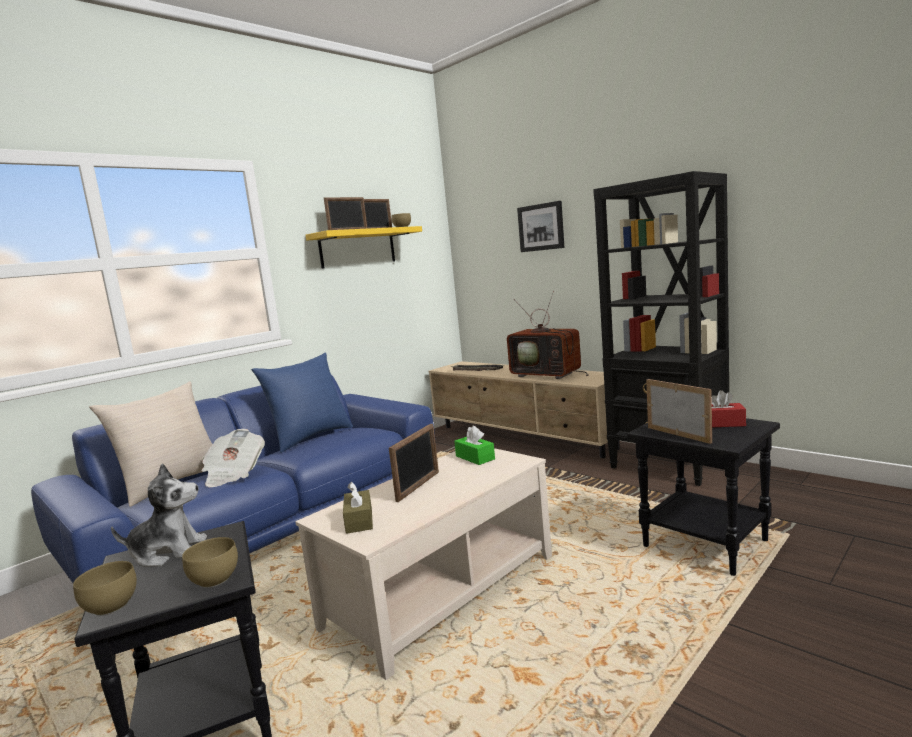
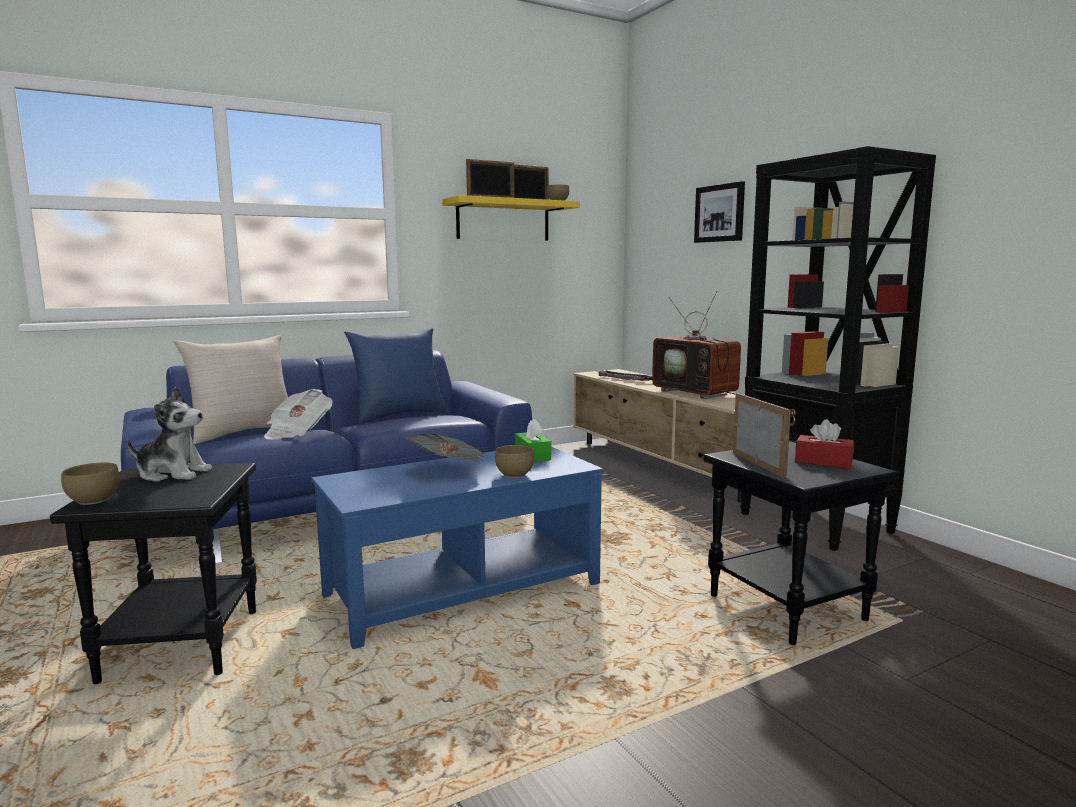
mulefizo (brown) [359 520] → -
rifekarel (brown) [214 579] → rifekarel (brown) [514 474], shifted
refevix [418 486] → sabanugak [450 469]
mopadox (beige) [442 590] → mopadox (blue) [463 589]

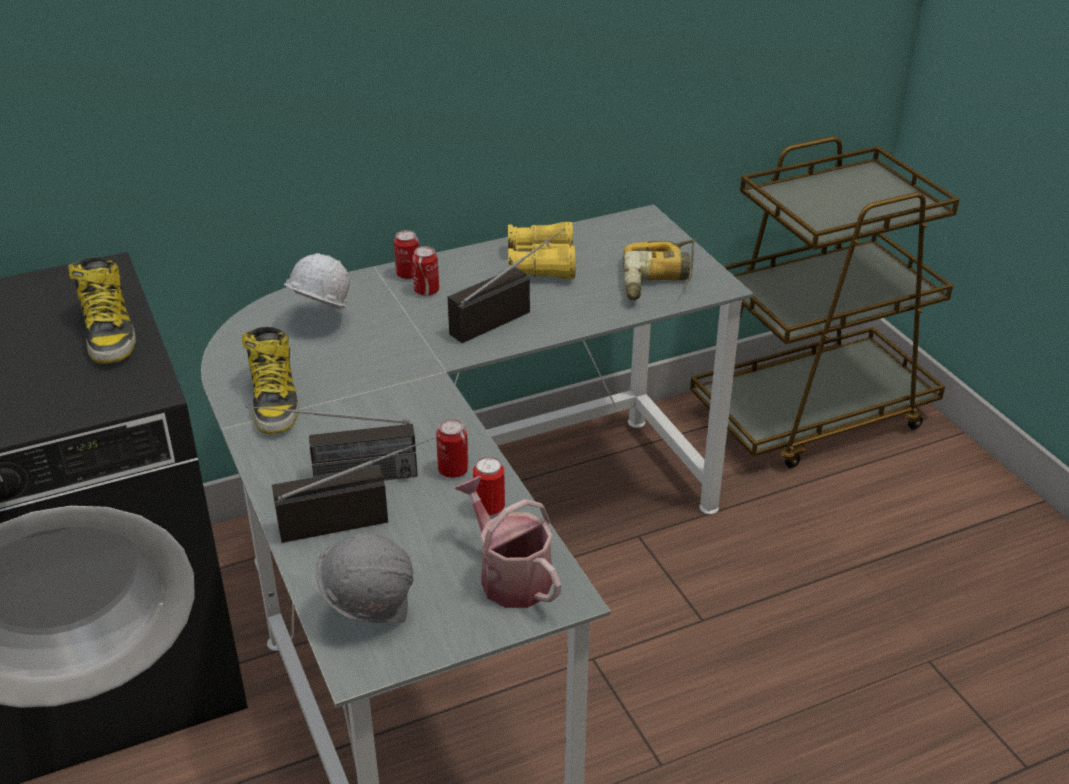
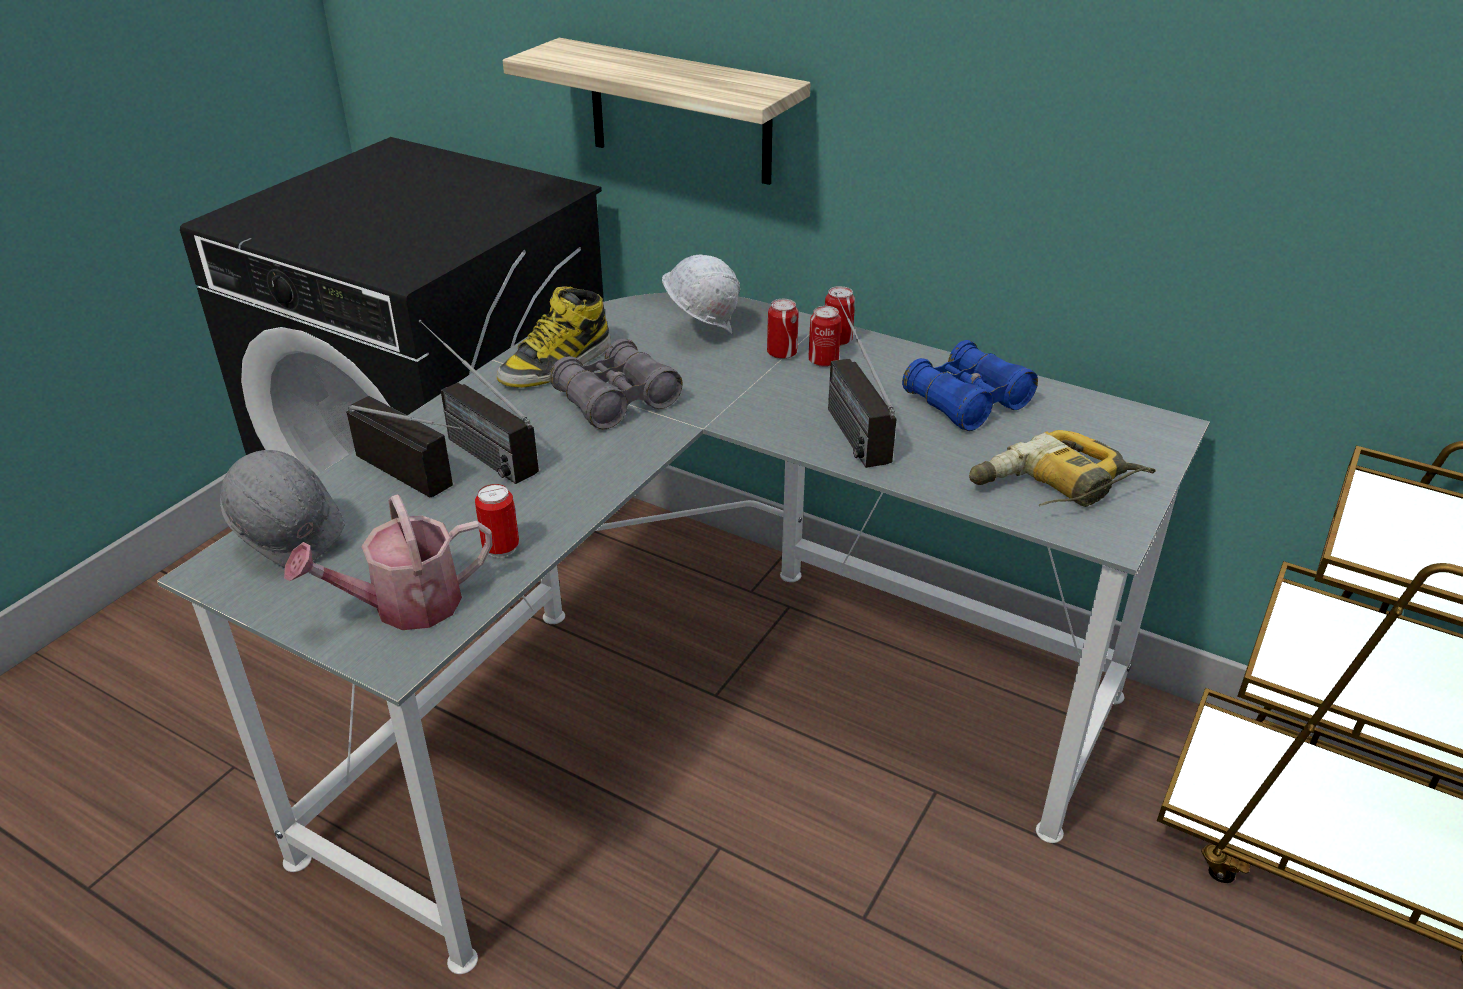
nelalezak [108 332] → -
- → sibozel [679 112]
- → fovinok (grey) [616 400]
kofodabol [453 470] → kofodabol [782 353], shifted
fovinok (yellow) [541 264] → fovinok (blue) [967 402]
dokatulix [506 314] → dokatulix [845 420], 120 degrees counterclockwise
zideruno [509 576] → zideruno [404 606], 135 degrees counterclockwise

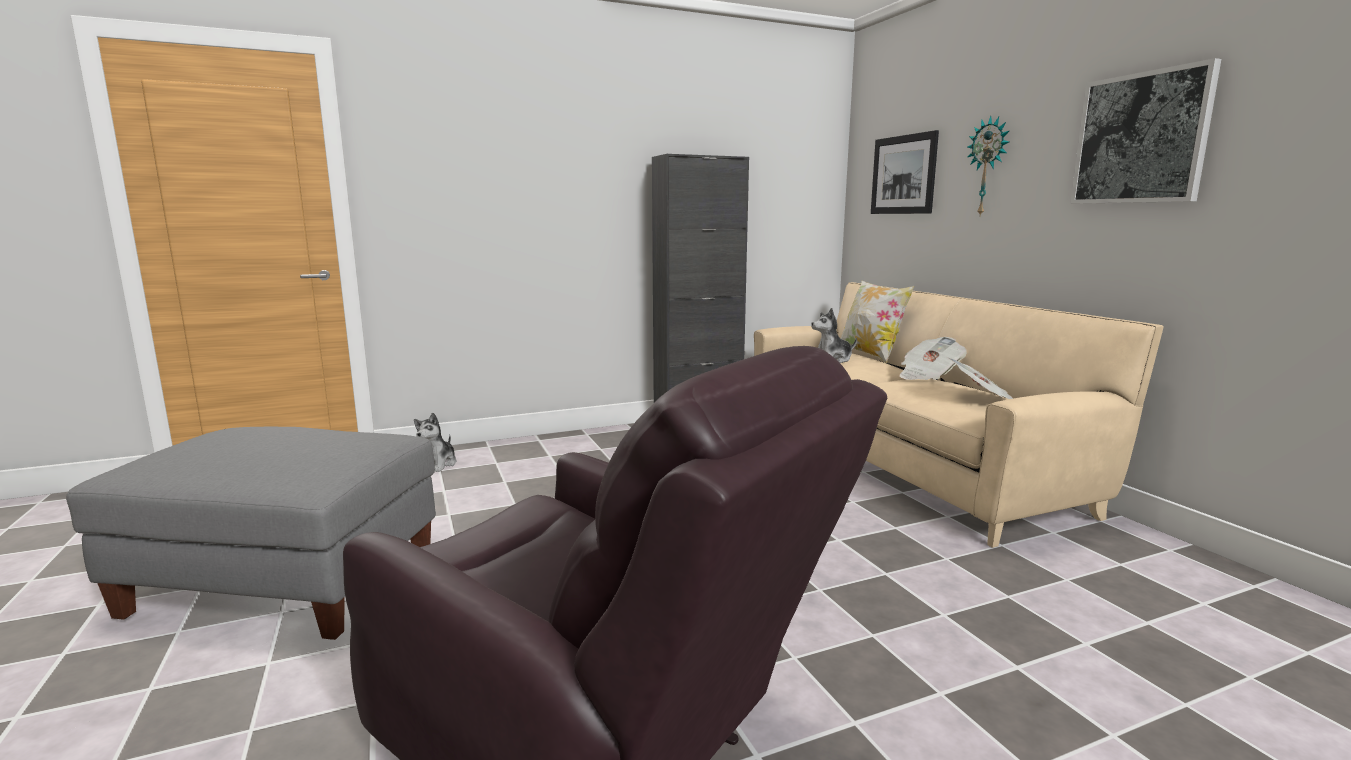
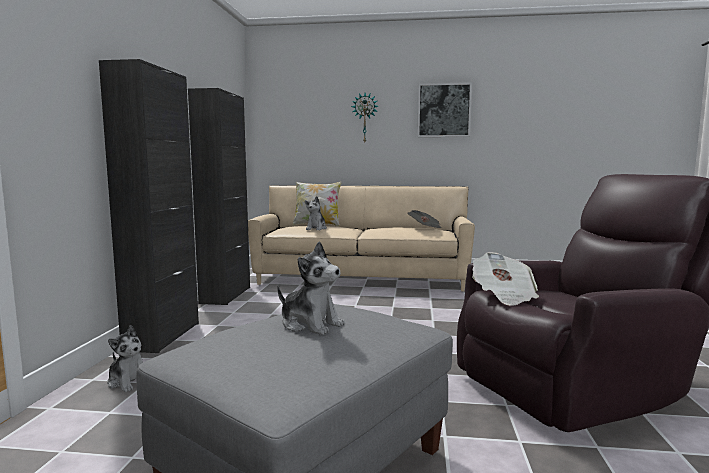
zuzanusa [903 175] → -
- → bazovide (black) [162 336]
- → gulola [310 324]
sabanugak [928 376] → sabanugak [503 296], shifted

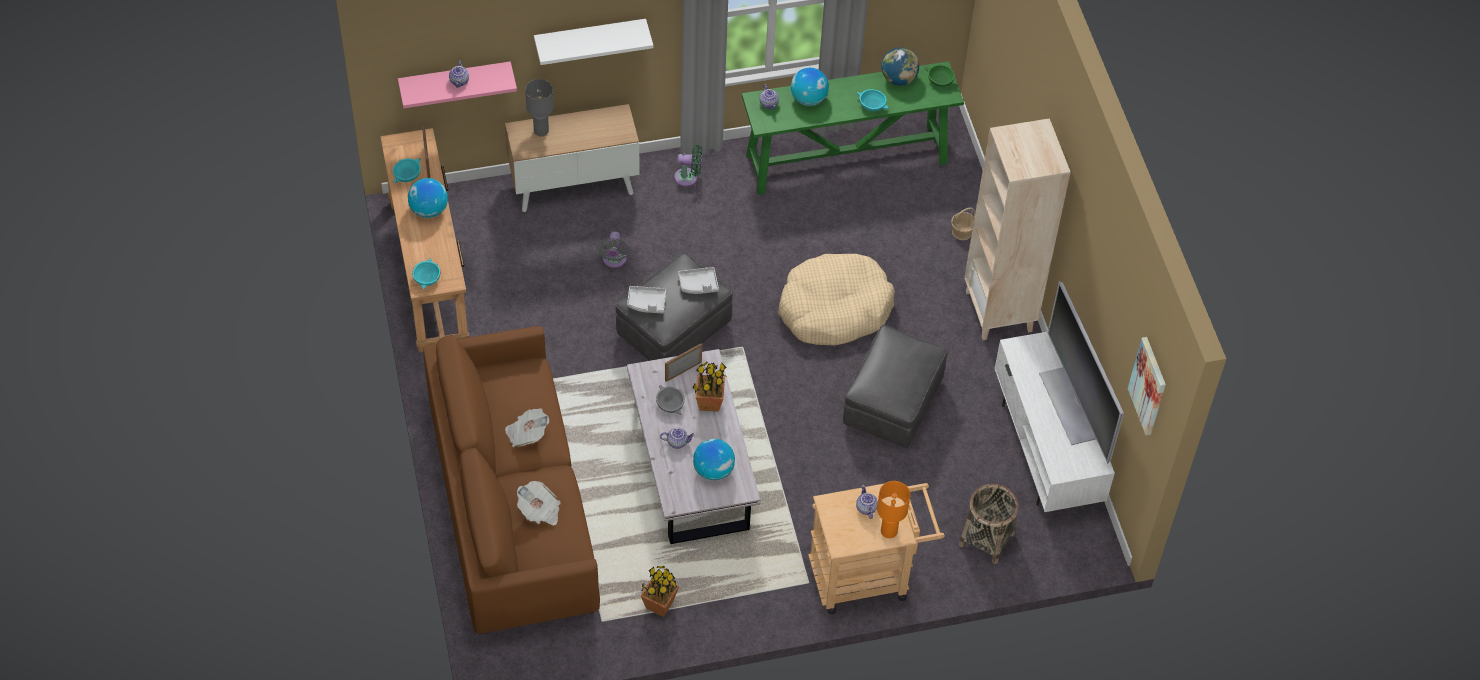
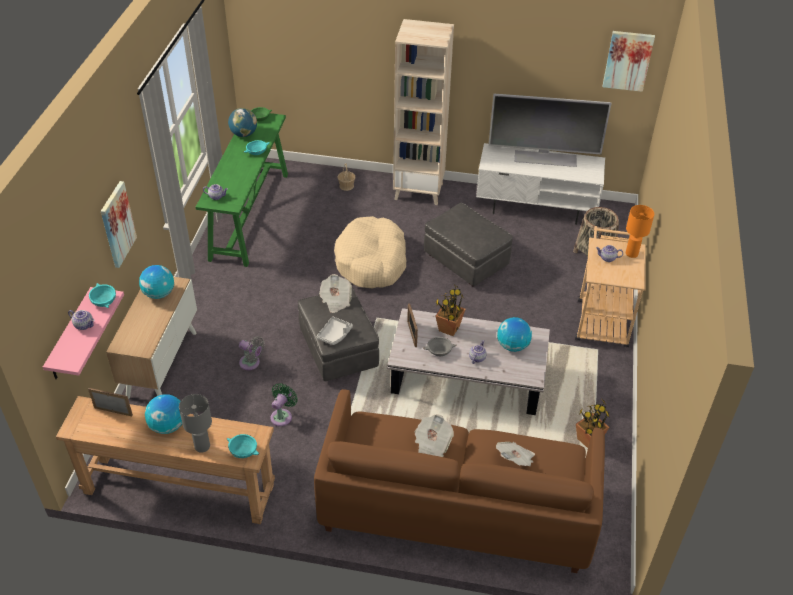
rifekarel (turquoise) [407 175] → rifekarel (turquoise) [104 300], shifted
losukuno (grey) [541 131] → losukuno (grey) [202 446], shifted
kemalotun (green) [688 177] → kemalotun (green) [282 416], shifted
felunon [808 99] → felunon [159 294], shifted
sibozel (white) [590 37] → zuzanusa [117 224]
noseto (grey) [698 284] → sabanugak [336 300]

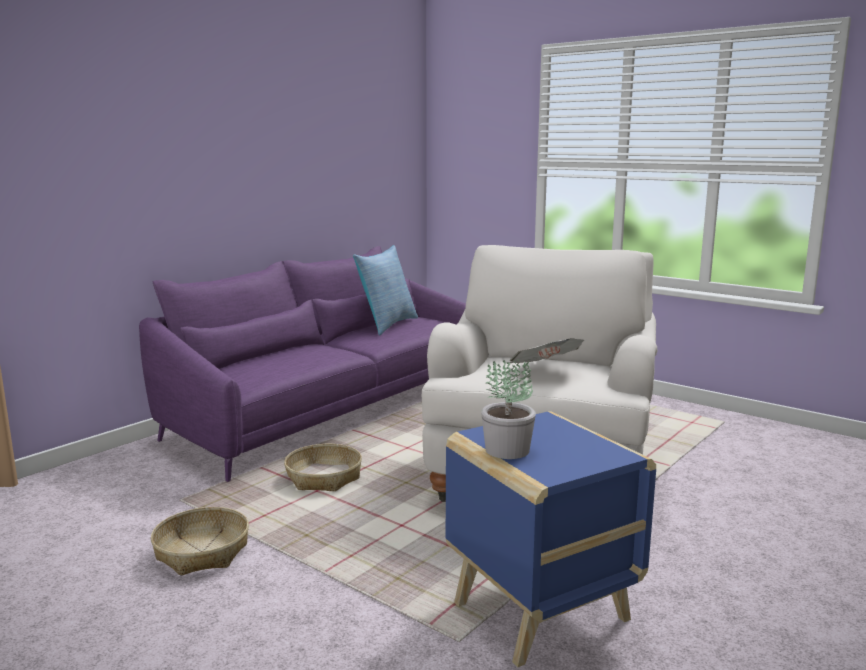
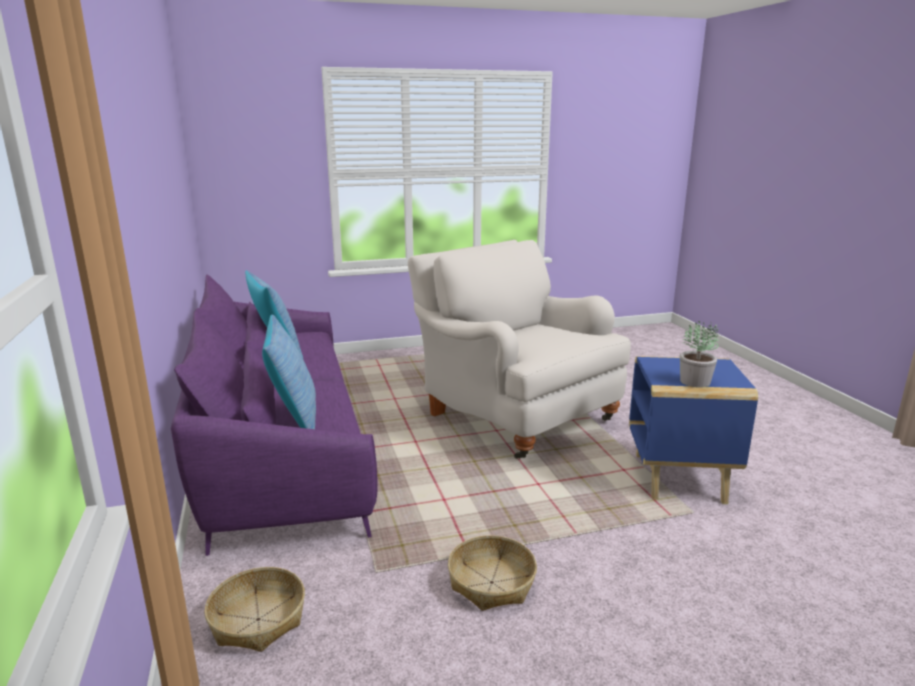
sabanugak [544 371] → -
- → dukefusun [294 422]
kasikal [324 478] → kasikal [258 619], shifted

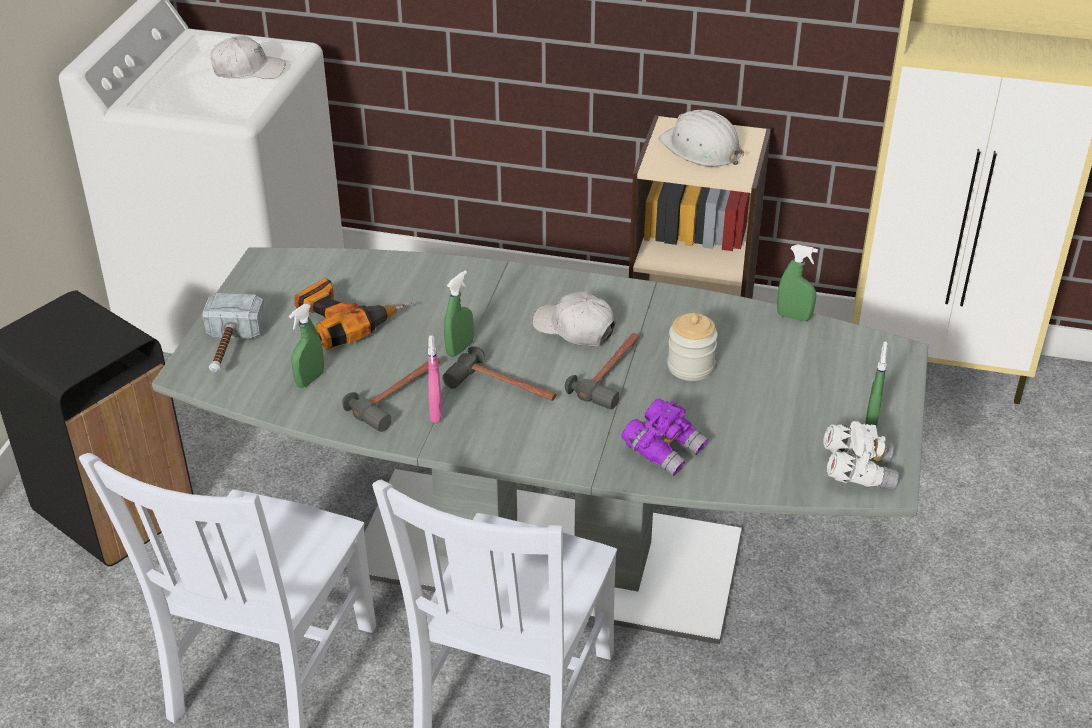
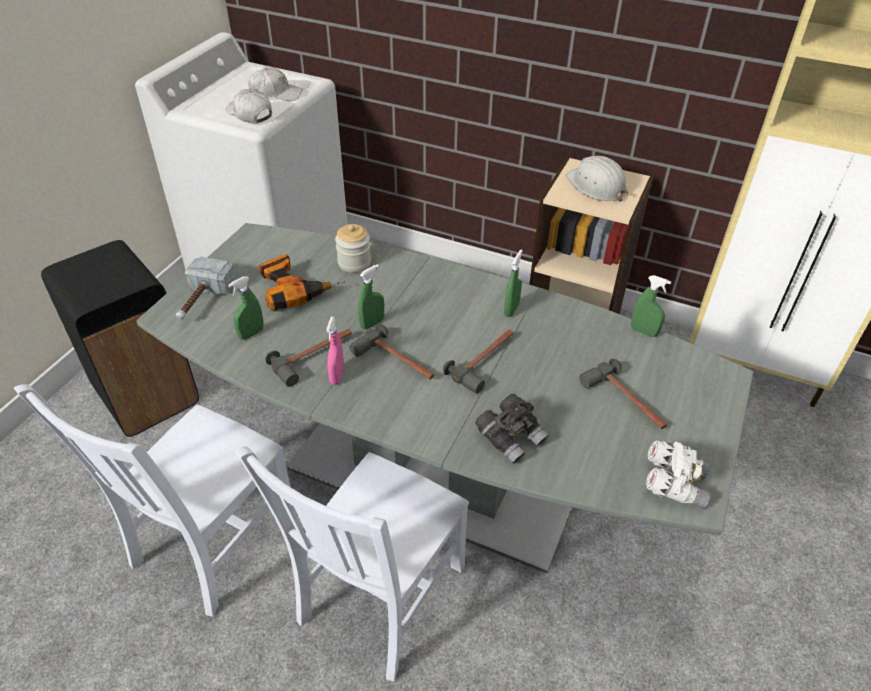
- → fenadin [626 402]
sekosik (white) [574 329] → sekosik (white) [249 114], shifted
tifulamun [690 367] → tifulamun [354 263], shifted
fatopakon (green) [871 424] → fatopakon (green) [511 310], shifted
fovinok (purple) [664 450] → fovinok (grey) [511 437]

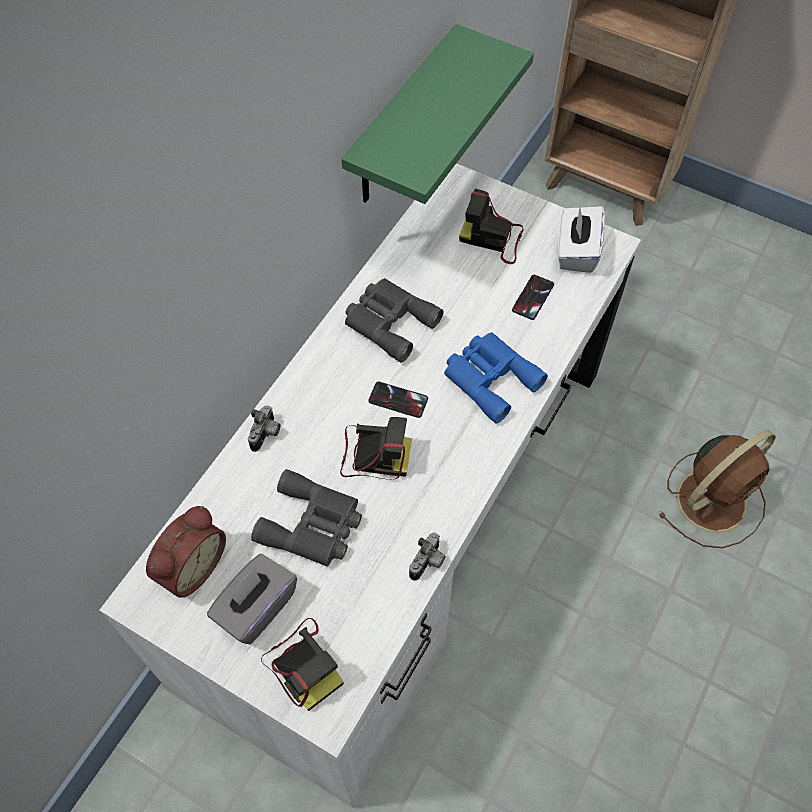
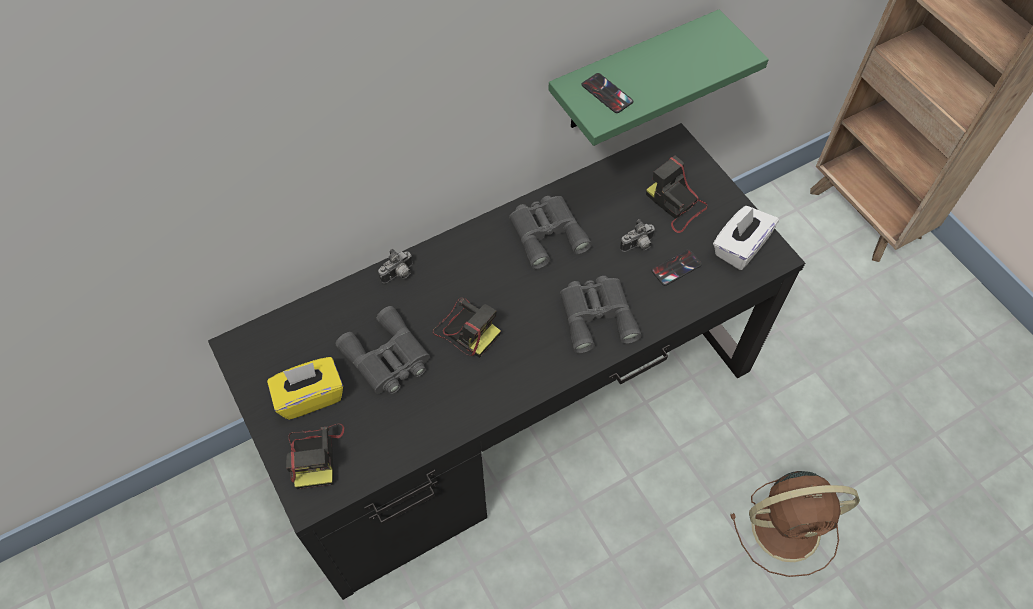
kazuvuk [190 566] → -
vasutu [398 400] → vasutu [607 93], shifted
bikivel [428 563] → bikivel [638 246], shifted
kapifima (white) [402 520] → kapifima (black) [514 405]
mulefizo (grey) [256 607] → mulefizo (yellow) [310 396]
fovinok (blue) [489 377] → fovinok (grey) [596 314]

